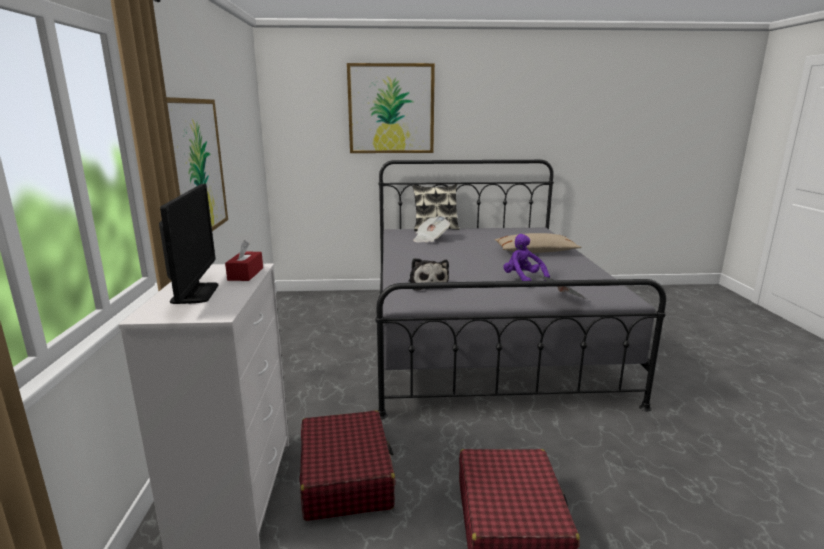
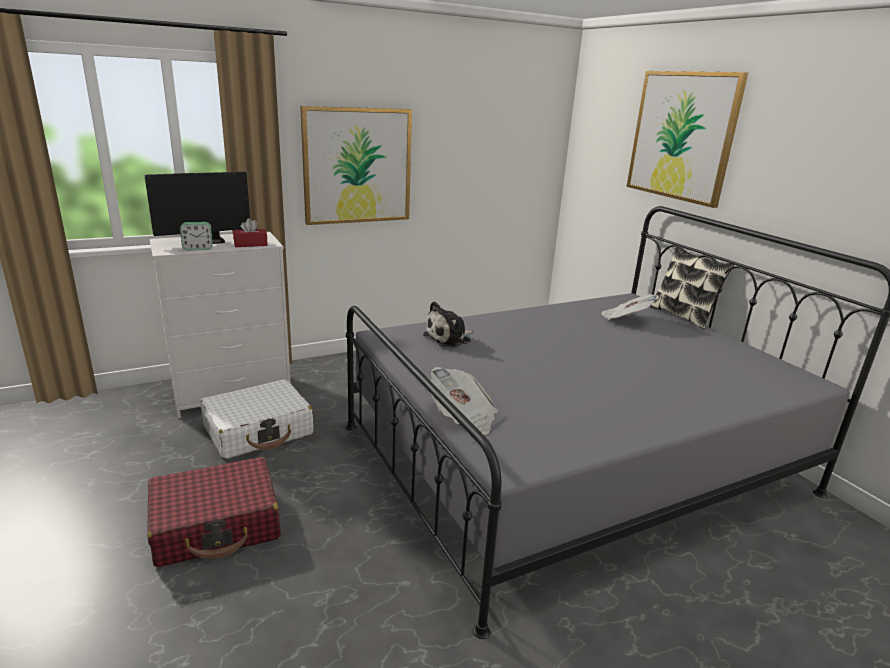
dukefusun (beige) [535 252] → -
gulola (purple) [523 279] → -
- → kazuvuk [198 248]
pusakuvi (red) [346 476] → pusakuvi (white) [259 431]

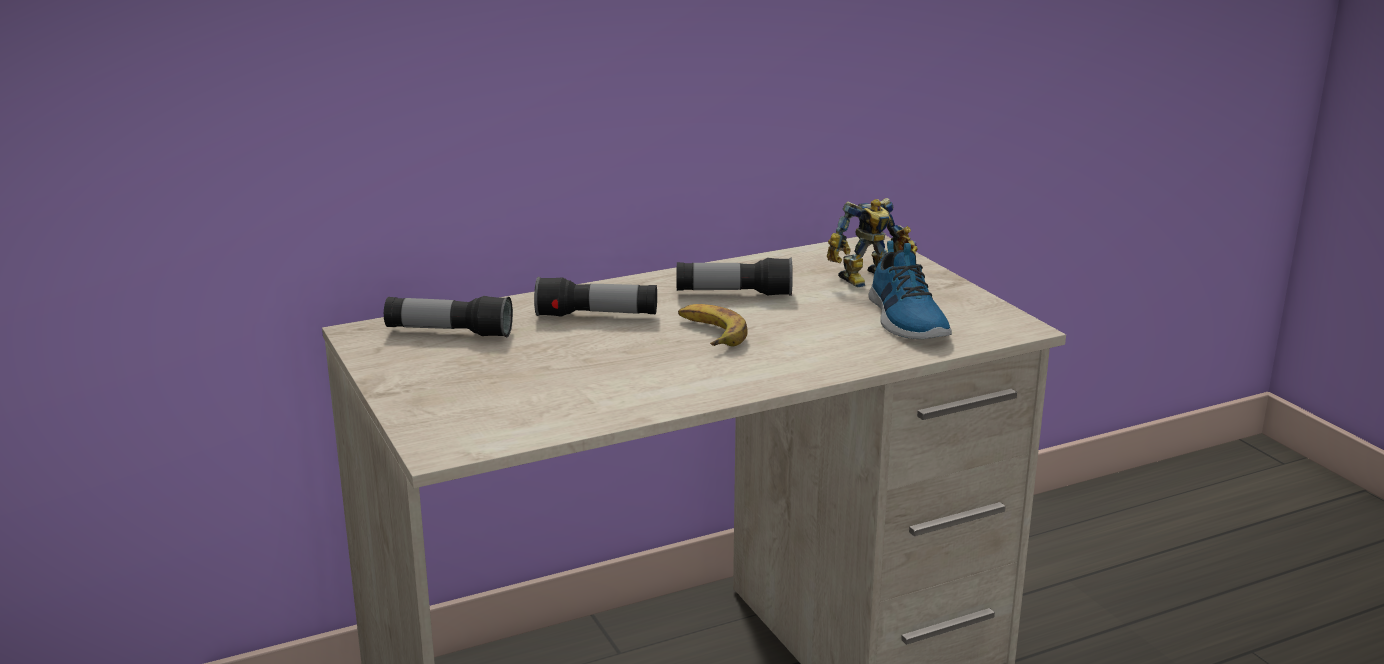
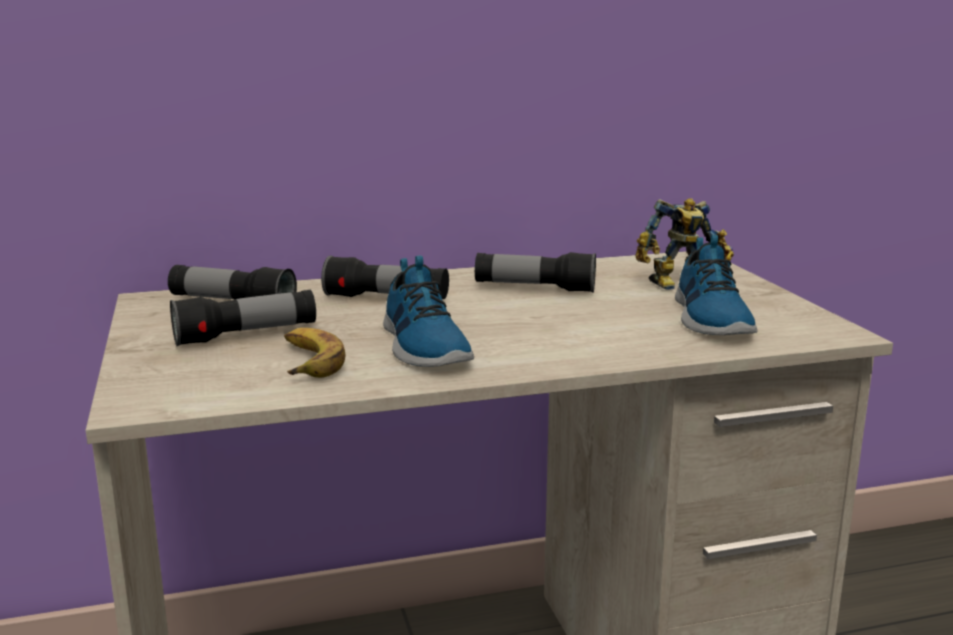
- → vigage [246 335]
- → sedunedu [422 347]
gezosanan [710 333] → gezosanan [308 362], shifted

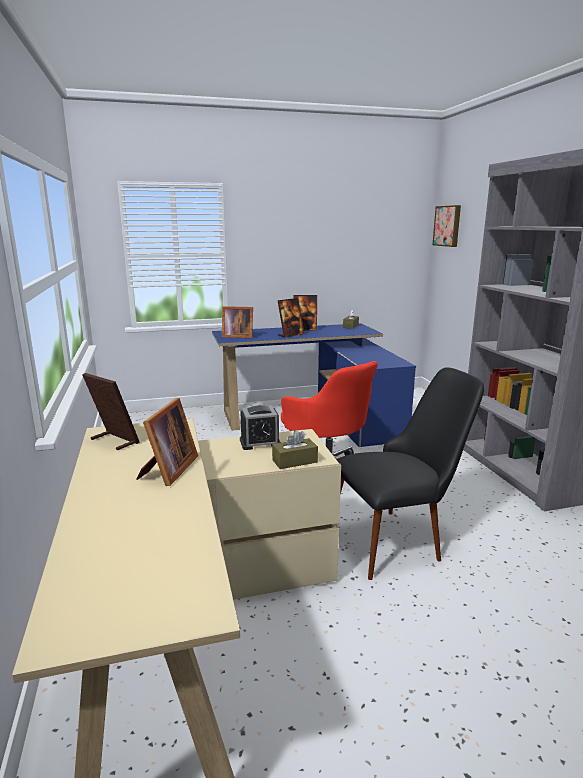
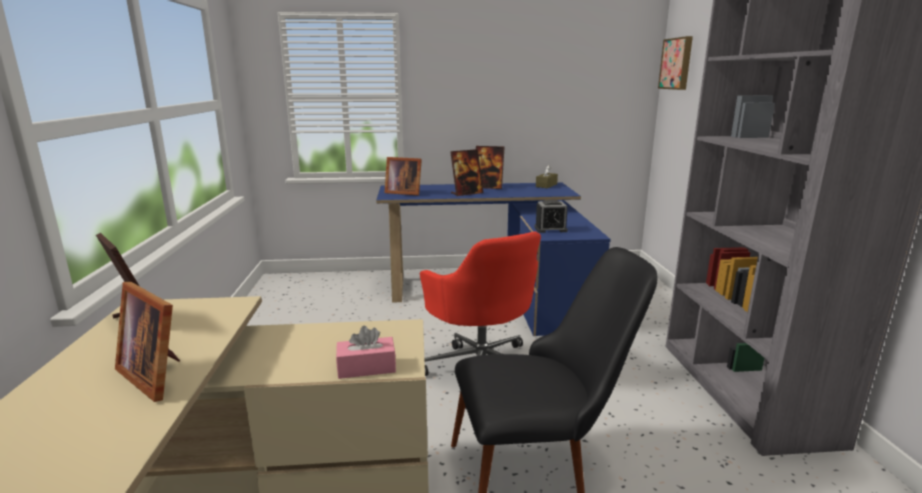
kazuvuk [260 442] → kazuvuk [550 229], shifted
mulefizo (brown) [294 461] → mulefizo (pink) [366 368]
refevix [168 470] → refevix [157 374], 105 degrees clockwise

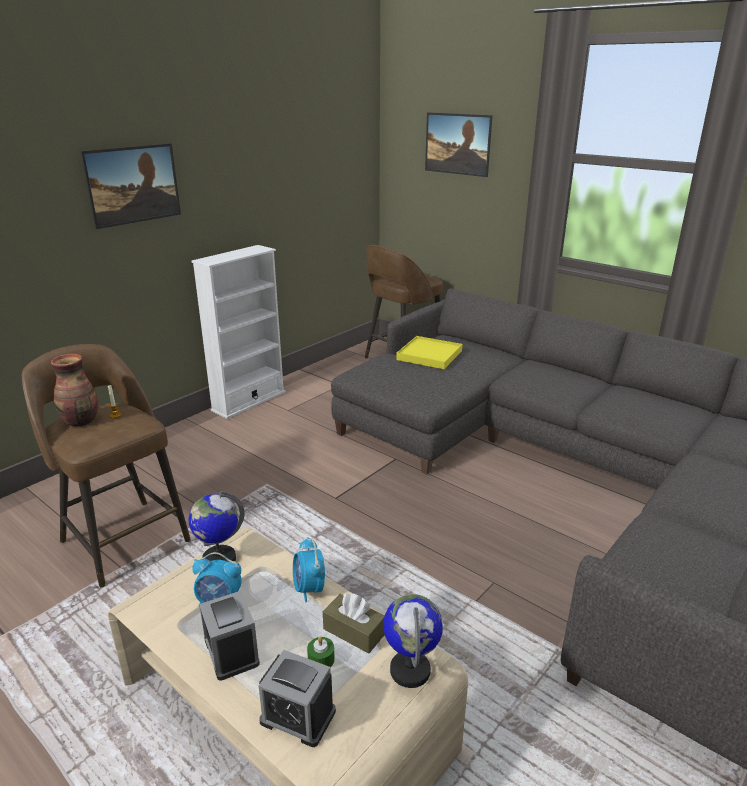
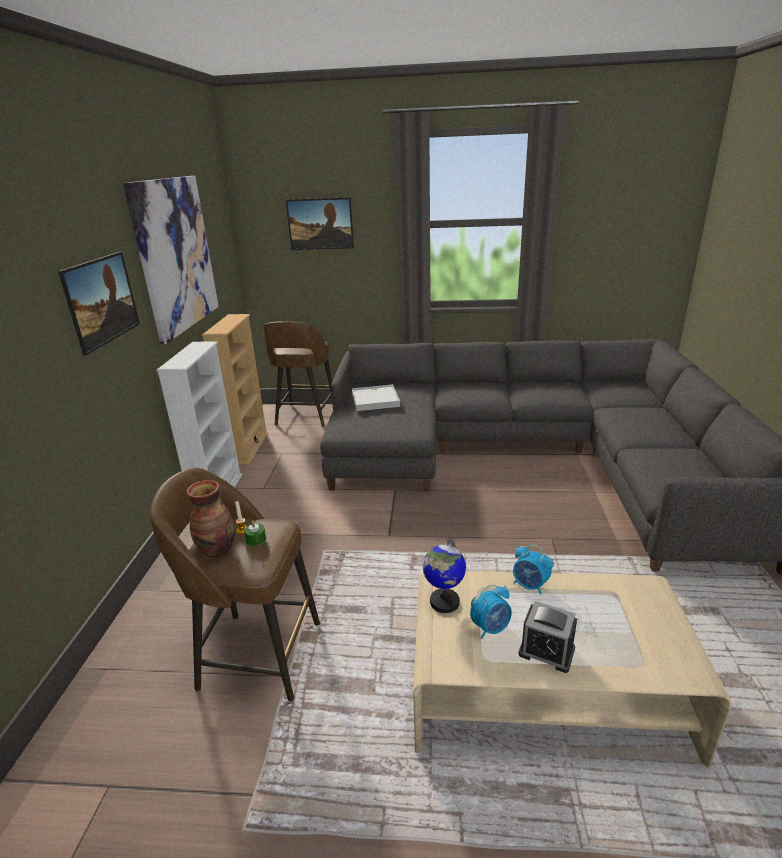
kazuvuk [298 716] → -
mulefizo (brown) [354 631] → -
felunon [410 670] → -
- → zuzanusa [175 255]
- → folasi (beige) [248 447]
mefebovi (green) [321 660] → mefebovi (green) [256 539], shifted
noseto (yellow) [429 355] → noseto (white) [375 400]

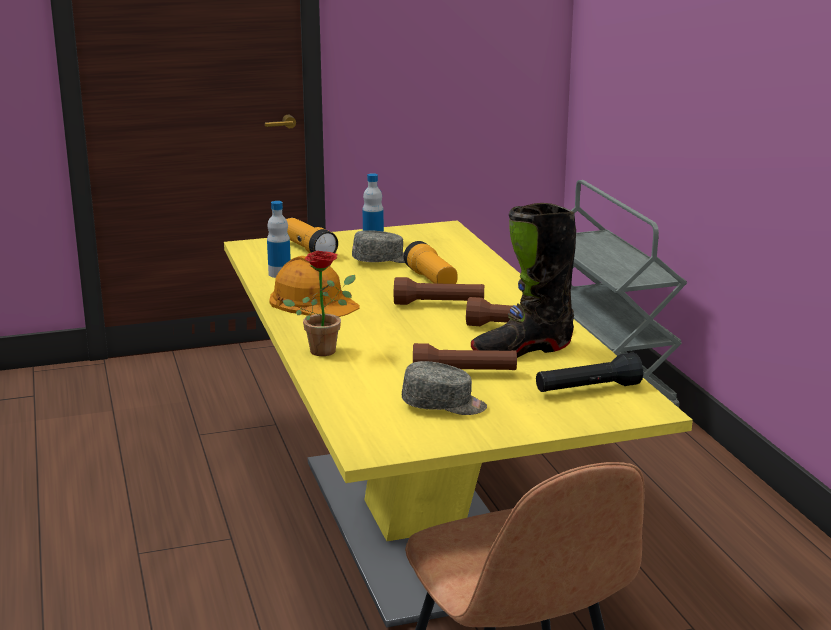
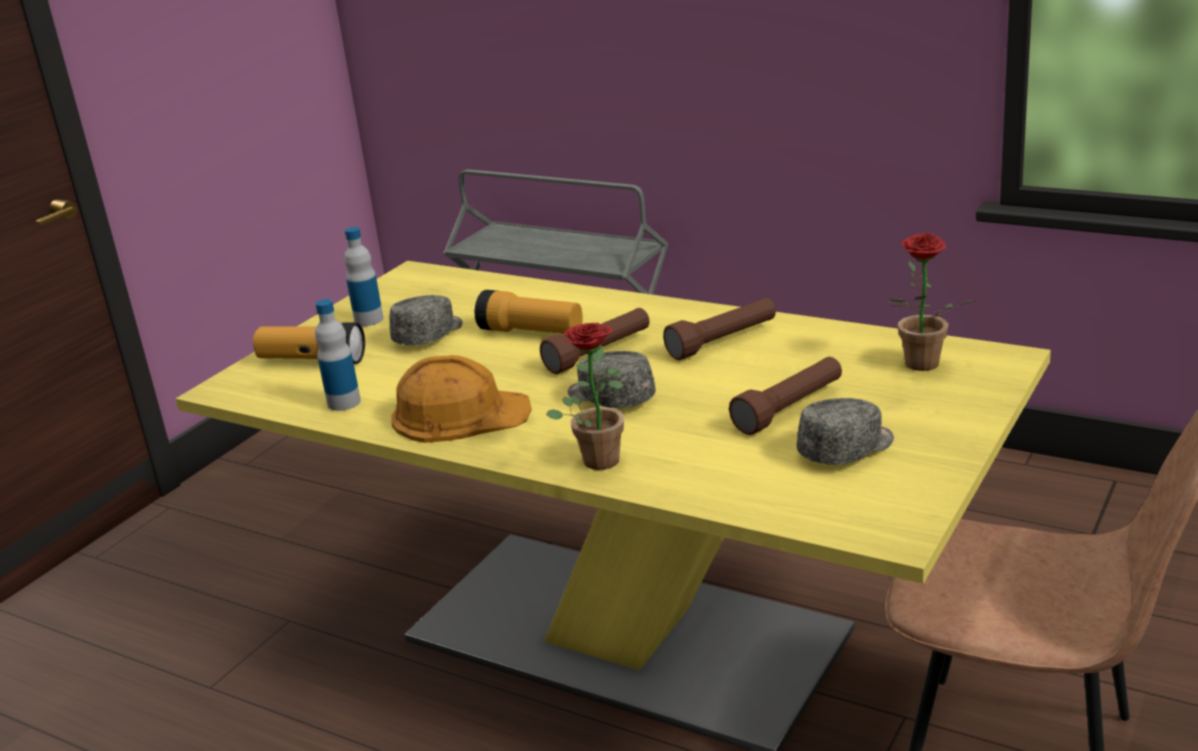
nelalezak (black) [522 350] → -
- → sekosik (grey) [610 397]
vigage (black) [587 389] → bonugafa [920 367]

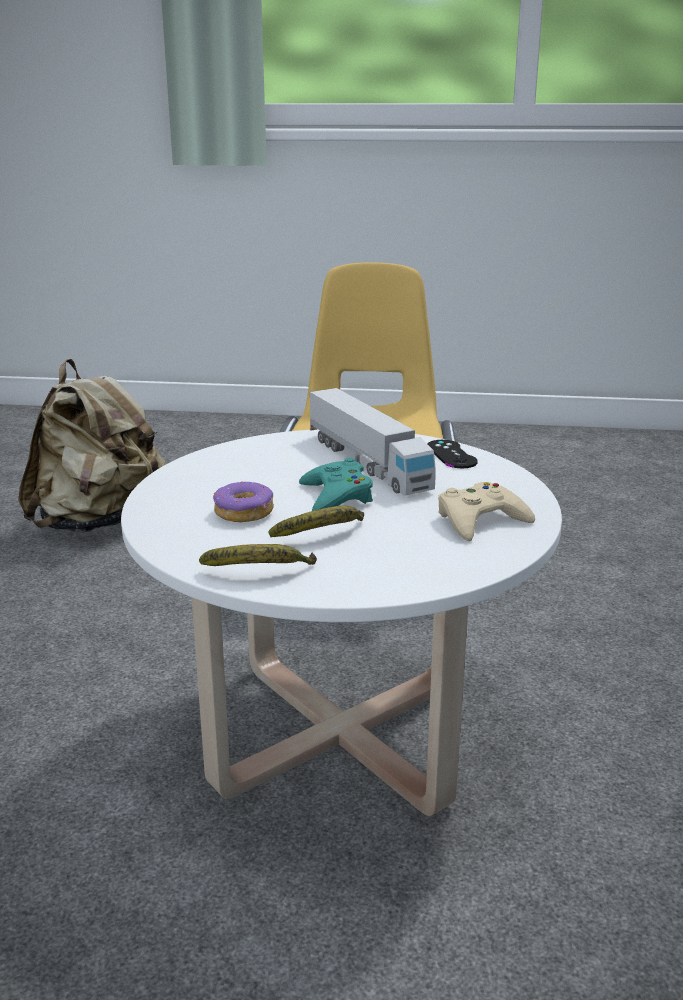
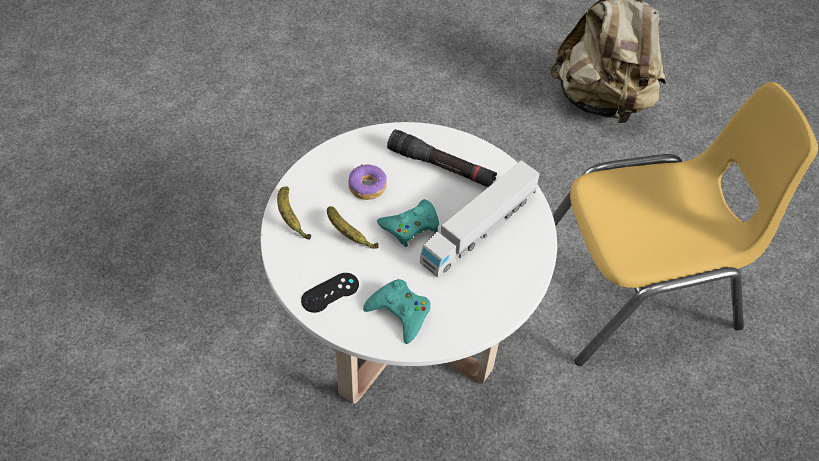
- → vigage (black) [441 166]
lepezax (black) [451 454] → lepezax (black) [330 292], shifted
lepezax (beige) [480 520] → lepezax (turquoise) [400 313]

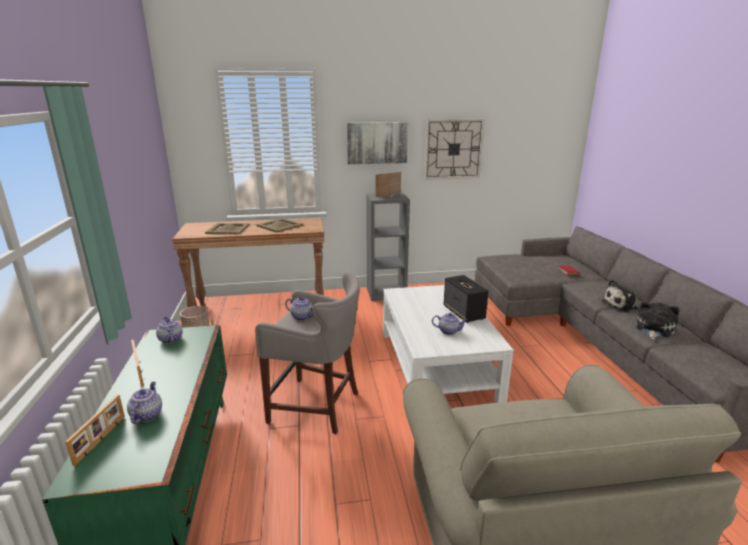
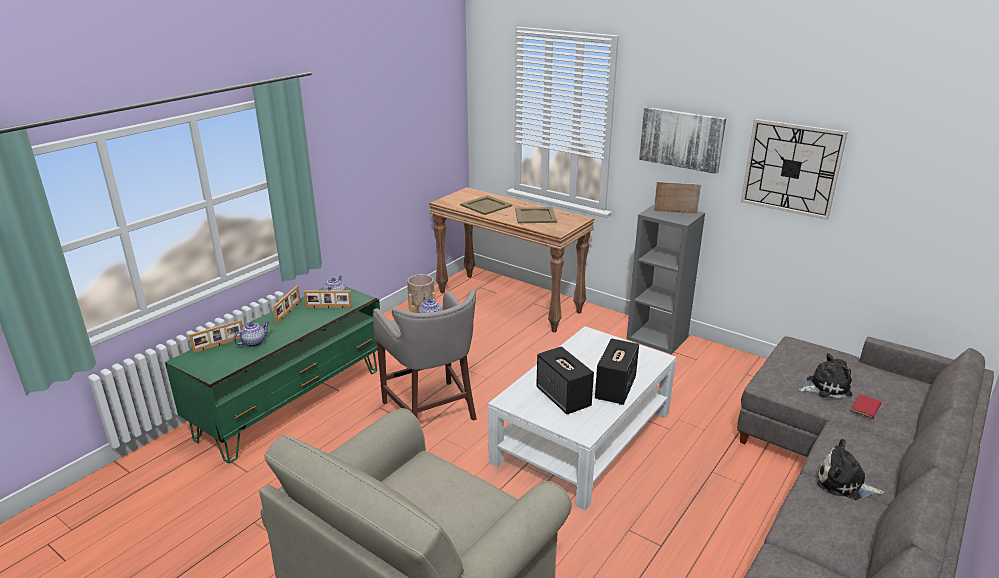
- → refevix [328 307]
gulola [653 329] → gulola [825 387], shifted
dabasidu [449 331] → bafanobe [563 398]

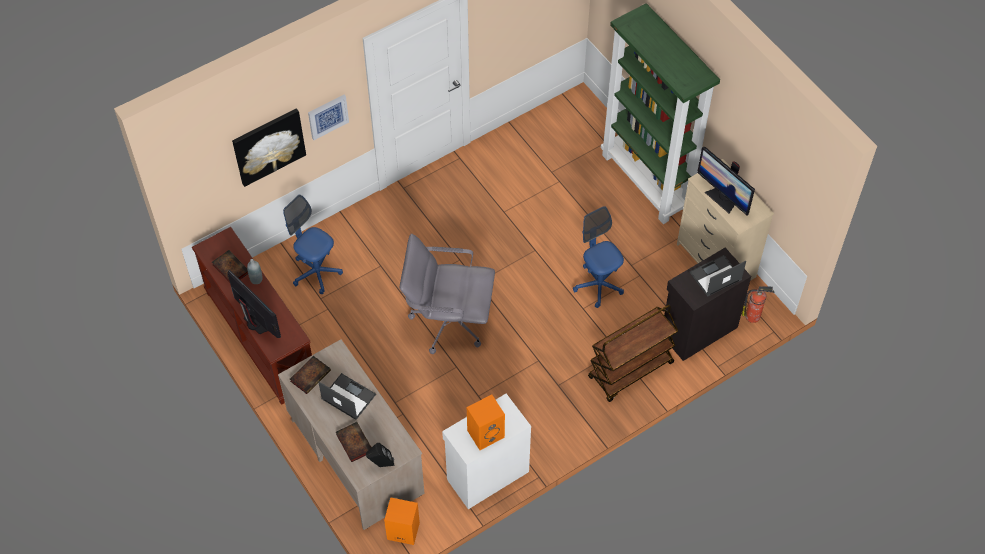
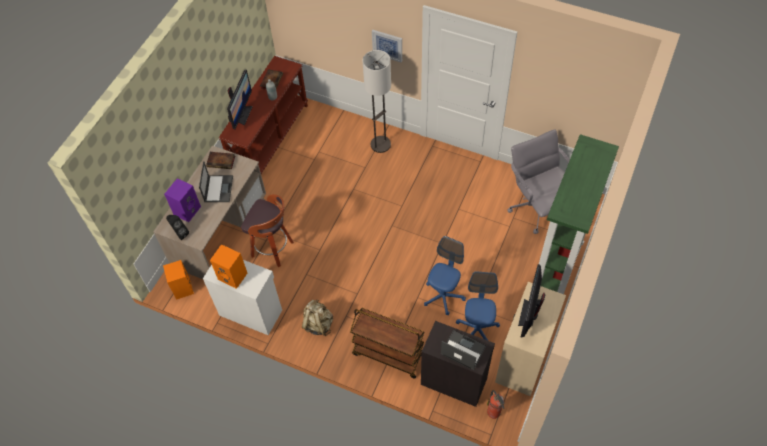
zuzanusa [268 146] → -
- → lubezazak [273 249]
- → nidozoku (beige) [318 324]
- → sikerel [380 144]
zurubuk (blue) [316 272] → zurubuk (blue) [477 329], shifted
zurubuk (grey) [448 320] → zurubuk (grey) [538 207], shifted
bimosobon [353 442] → bafanobe (purple) [187 210]

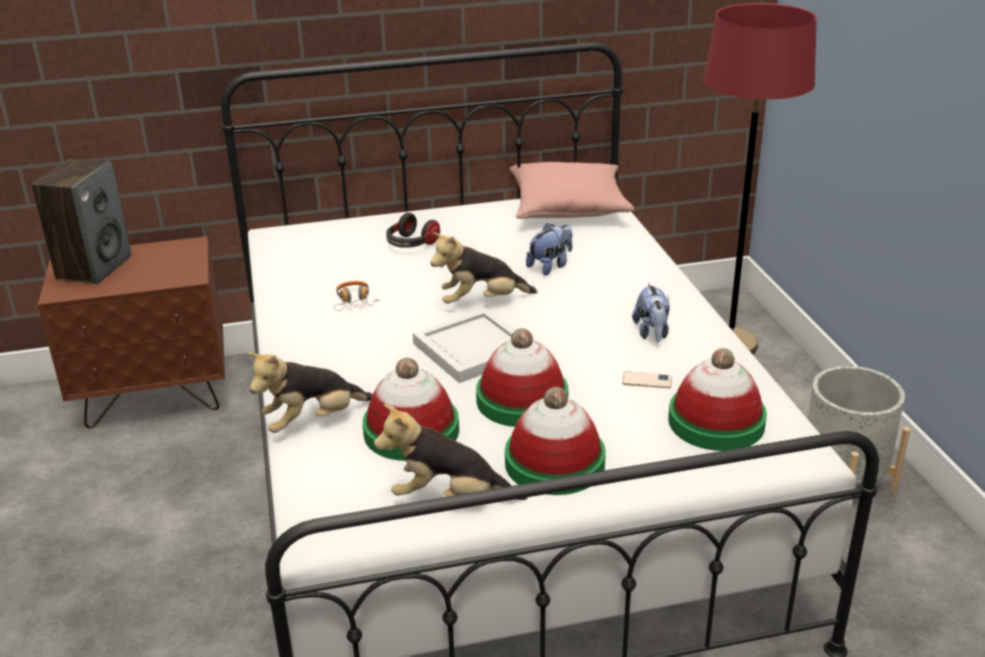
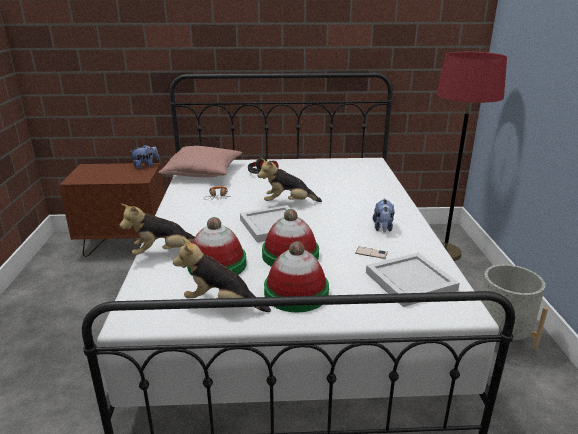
bafanobe [94 267] → -
dukefusun (pink) [568 208] → dukefusun (pink) [203 172], shifted
gulola [550 266] → gulola [146 166], shifted
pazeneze [716 422] → noseto (white) [409 281]

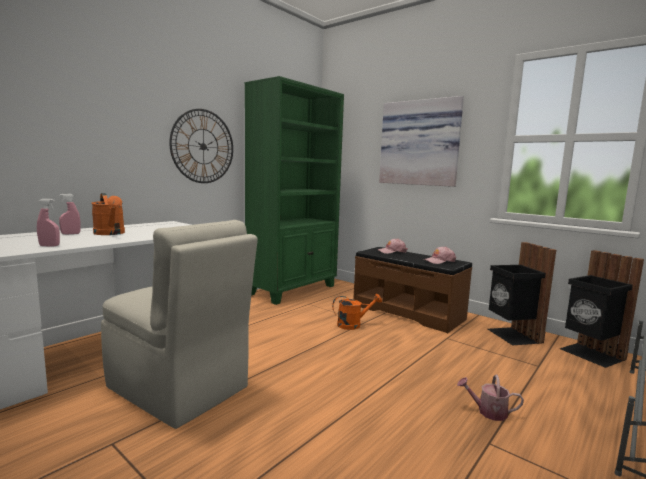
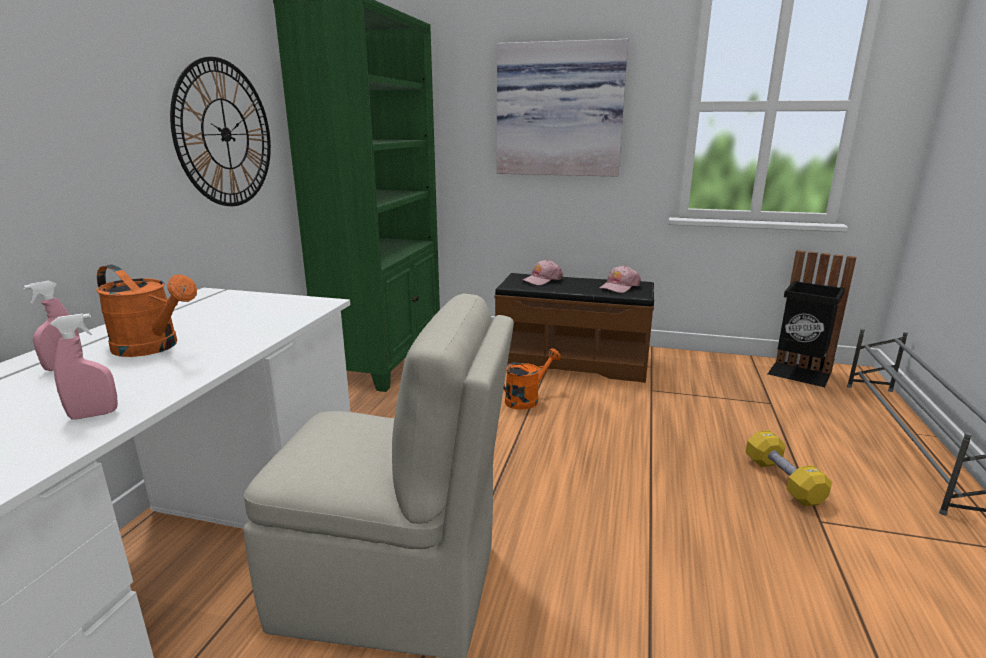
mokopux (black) [512 336] → -
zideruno [488 411] → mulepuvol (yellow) [783 480]

